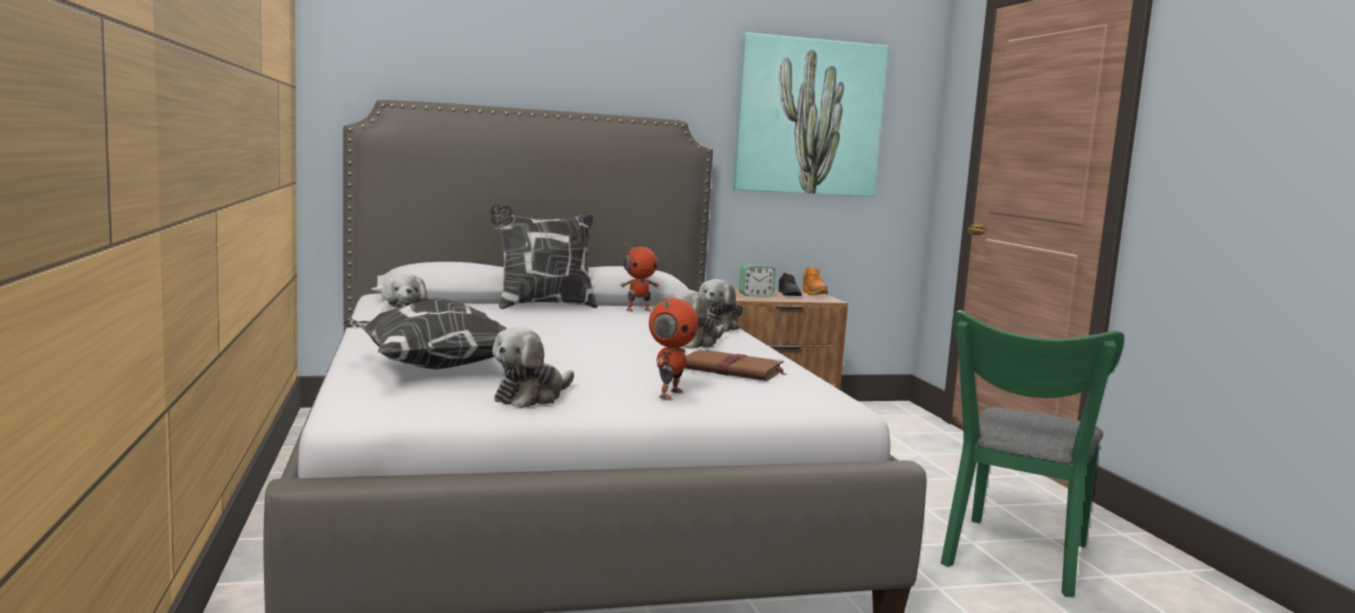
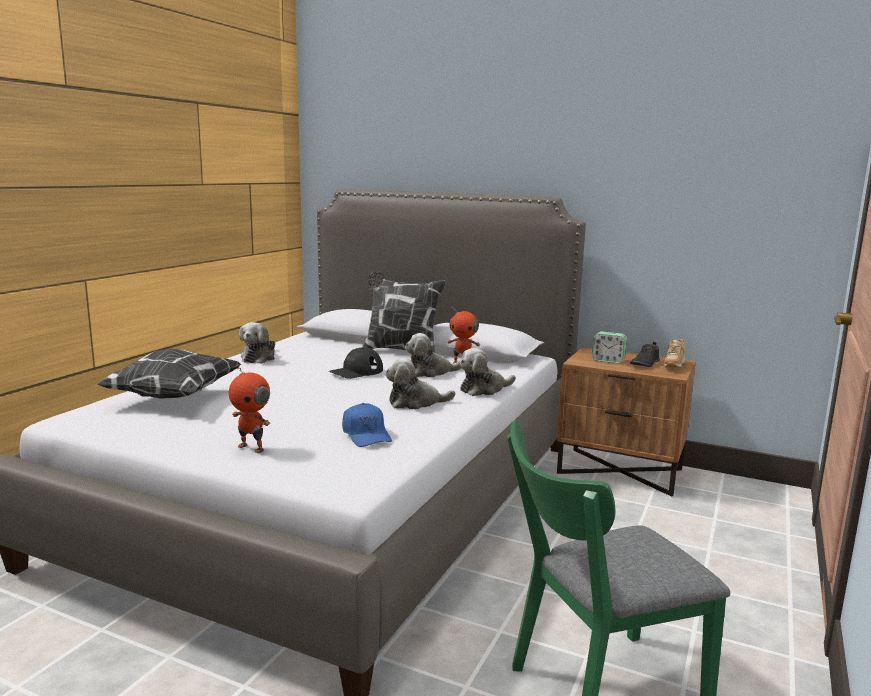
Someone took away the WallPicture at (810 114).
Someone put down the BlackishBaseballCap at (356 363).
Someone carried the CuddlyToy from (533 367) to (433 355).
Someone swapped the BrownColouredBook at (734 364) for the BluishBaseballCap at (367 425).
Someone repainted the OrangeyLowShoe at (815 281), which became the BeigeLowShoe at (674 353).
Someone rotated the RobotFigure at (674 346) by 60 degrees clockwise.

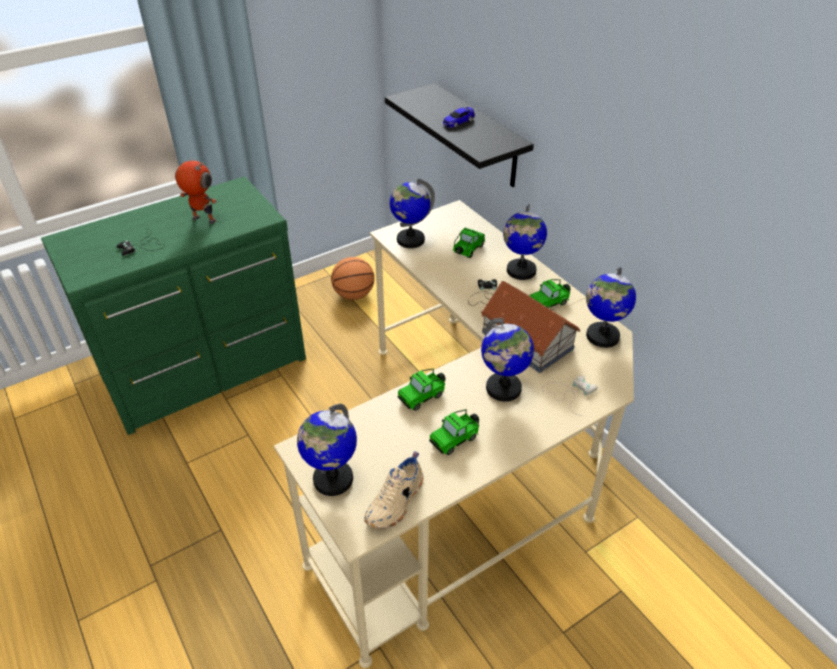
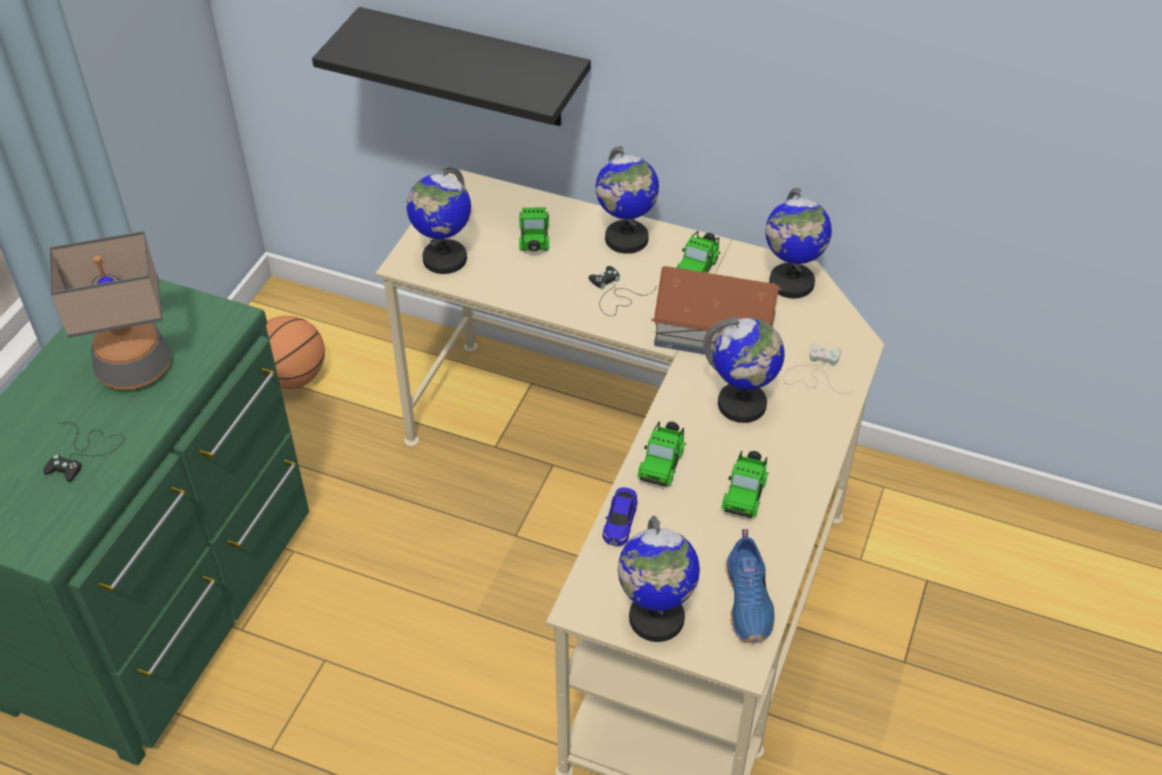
Someone carried the ToyCar from (459 117) to (620 516).
Someone swapped the RobotFigure at (196 192) for the LampForATable at (110 310).
Someone repainted the BeigeLowShoe at (394 490), which became the BluishLowShoe at (749 585).

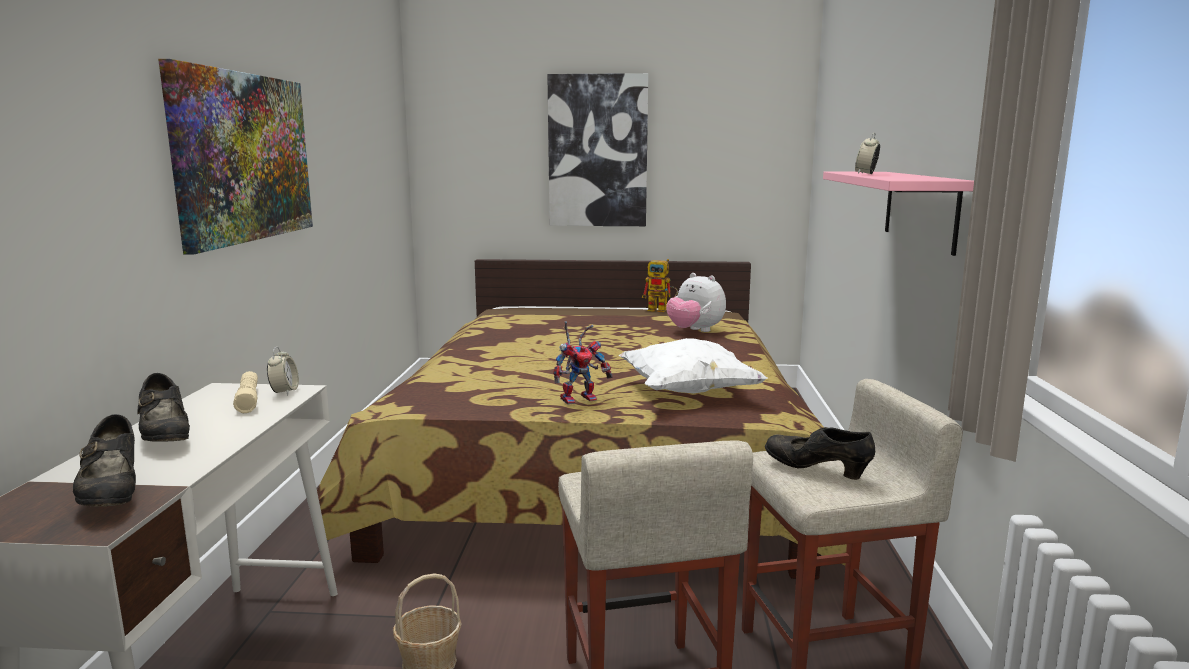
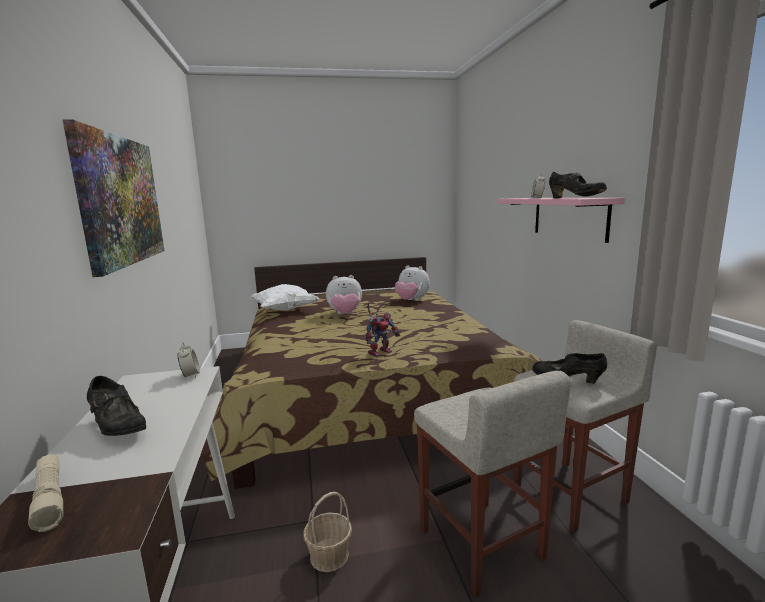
Someone took away the WallPicture at (597 149).
Someone took away the RobotFigure at (660 285).
Someone put down the CuddlyToy at (344 294).
Someone carried the BlackishLowShoe from (104 460) to (578 185).
Someone carried the BeigeFlashlight from (245 392) to (45 493).
Someone carried the WhitePillow from (693 365) to (285 297).

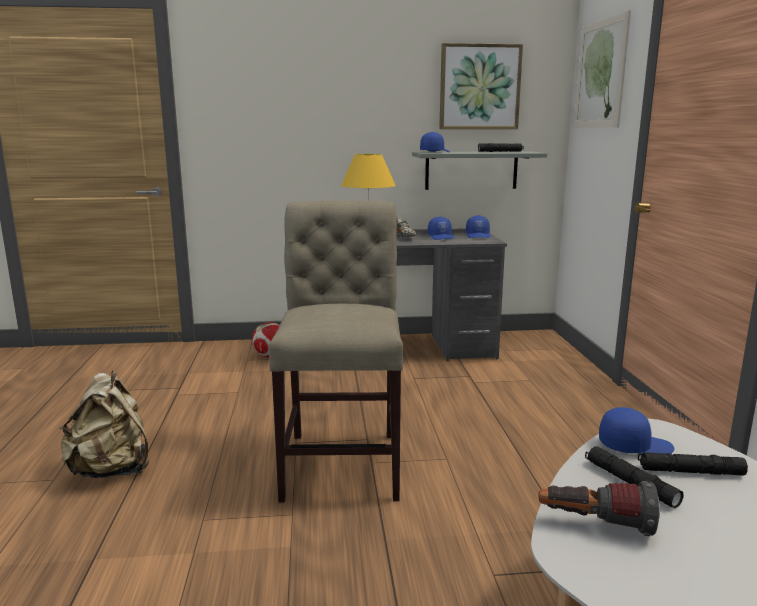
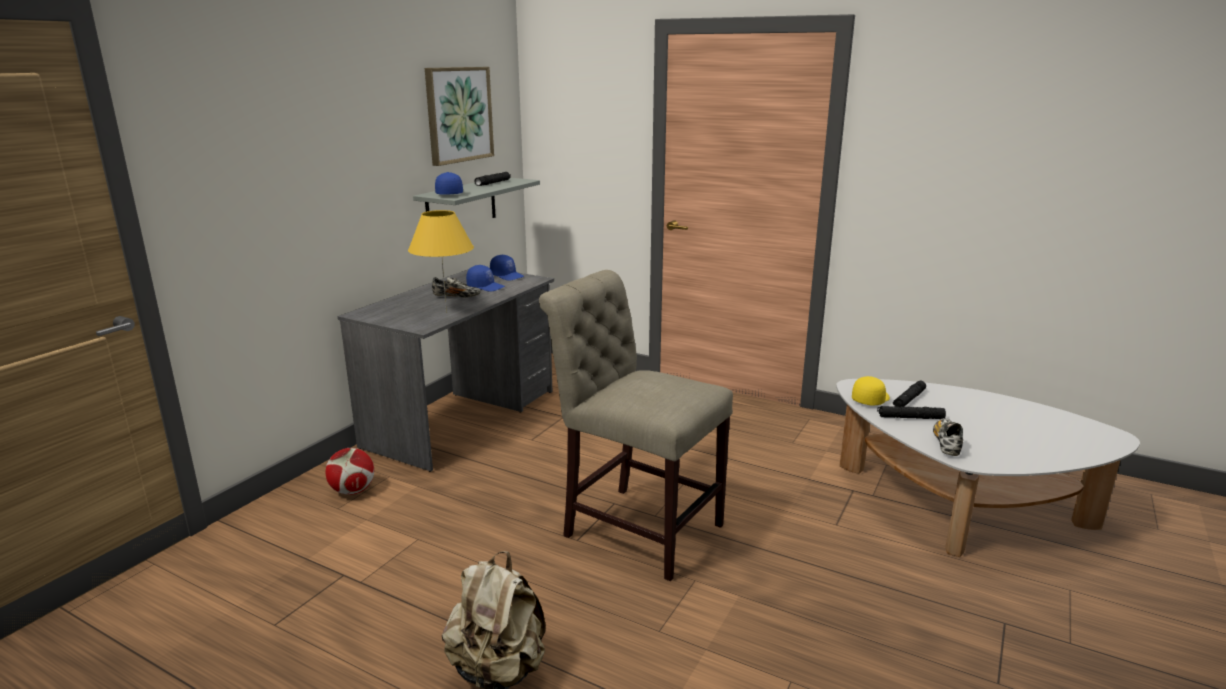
Someone took away the WallPicture at (602 69).
Someone swapped the Flashlight at (599 508) for the LowShoe at (948 437).
Someone repainted the BluishBaseballCap at (636 430), which became the YellowColouredBaseballCap at (871 391).

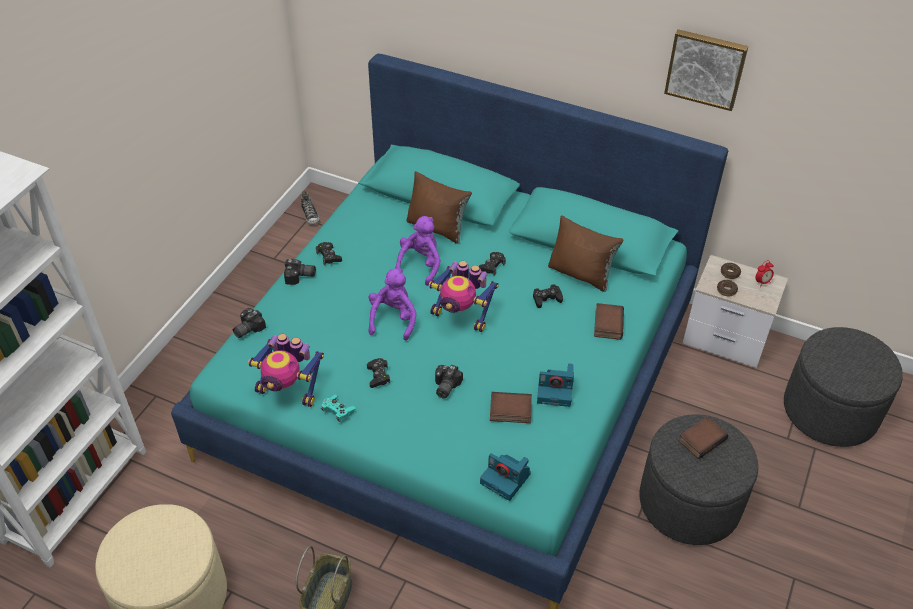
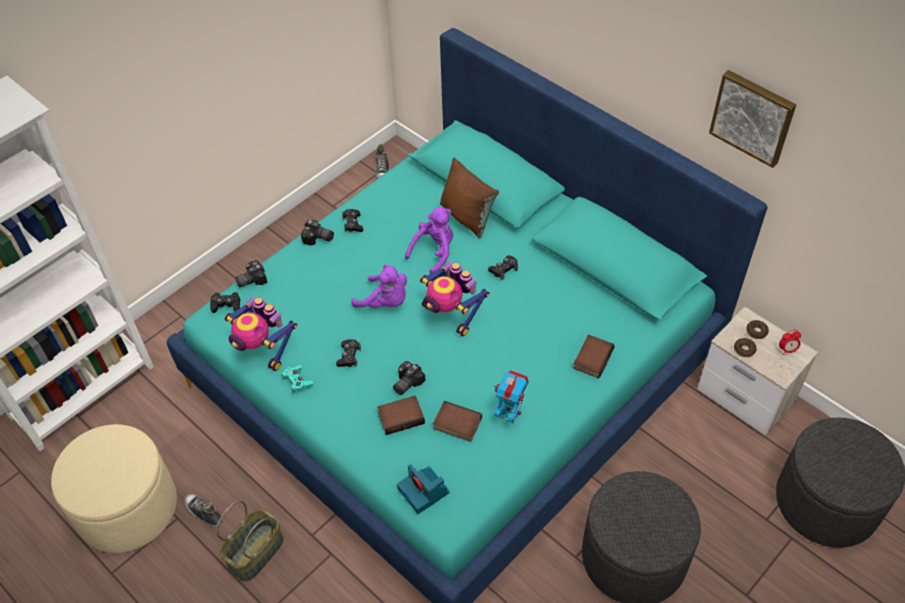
Someone took away the BrownColouredPillow at (585 253).
Someone put down the LowShoe at (203 510).
Someone carried the BlackishJoypad from (548 296) to (225 302).
Someone carried the Book from (703 437) to (401 415).
Someone swapped the PhotoCamera at (555 385) for the RobotFigure at (511 396).
Someone rotated the PurplishCuddlyToy at (392 304) by 90 degrees clockwise.

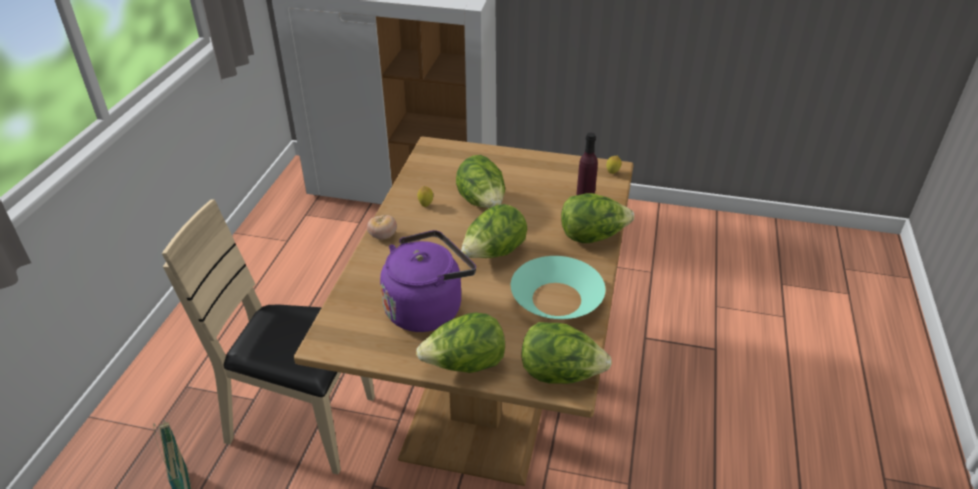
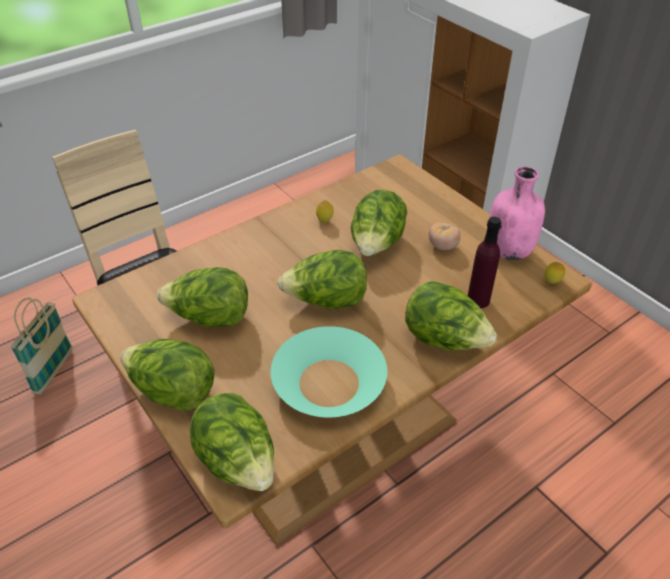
Someone put down the PinkBottle at (517 213).
Someone carried the WholeTomato from (382 227) to (444 236).
Someone swapped the PurplishWaterKettle at (428 281) for the Lettuce at (202 297).

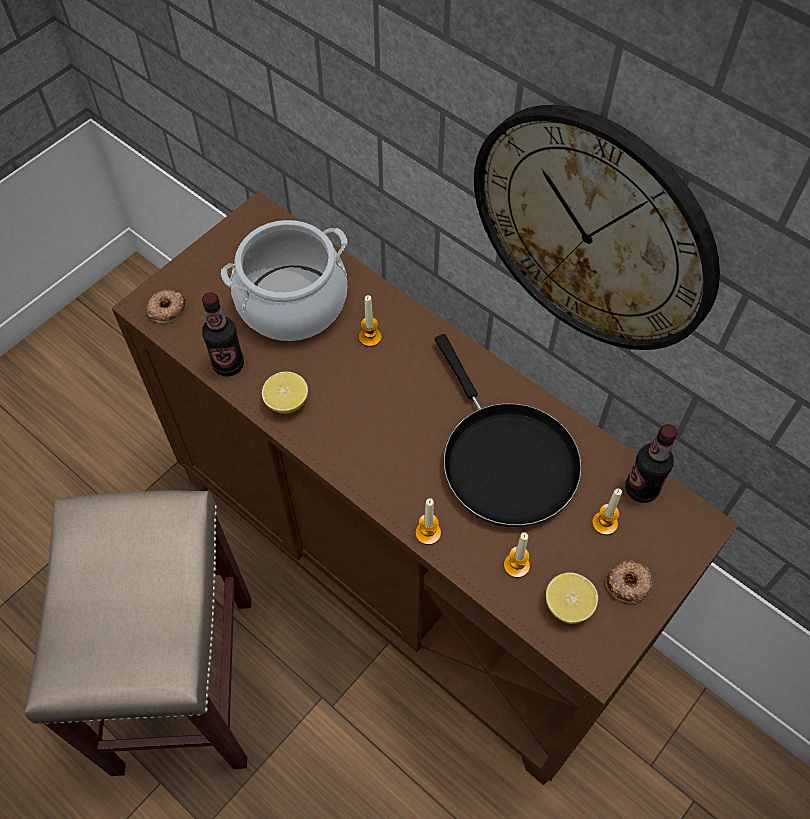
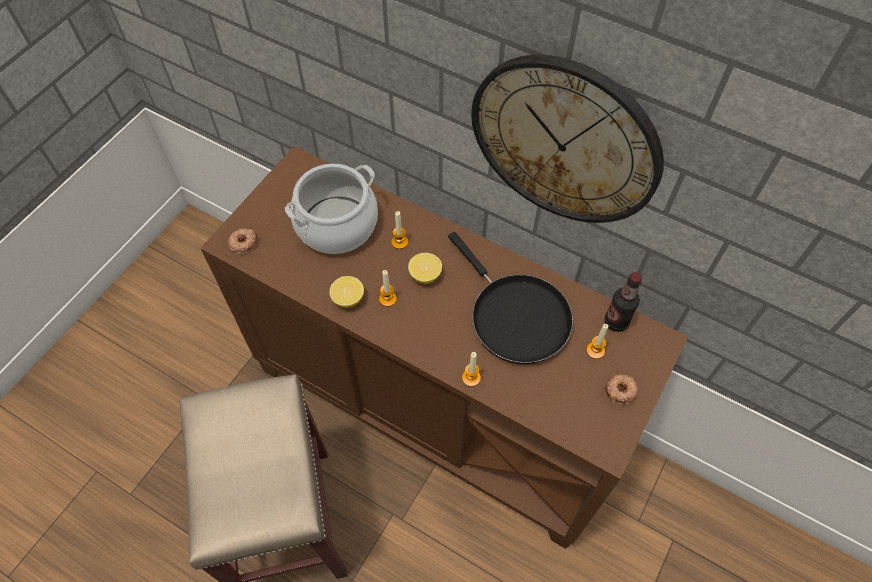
Someone took away the Bottle at (223 334).
Someone carried the Candle from (517 555) to (388 288).
Someone carried the WholeLemon from (572 598) to (425 268).

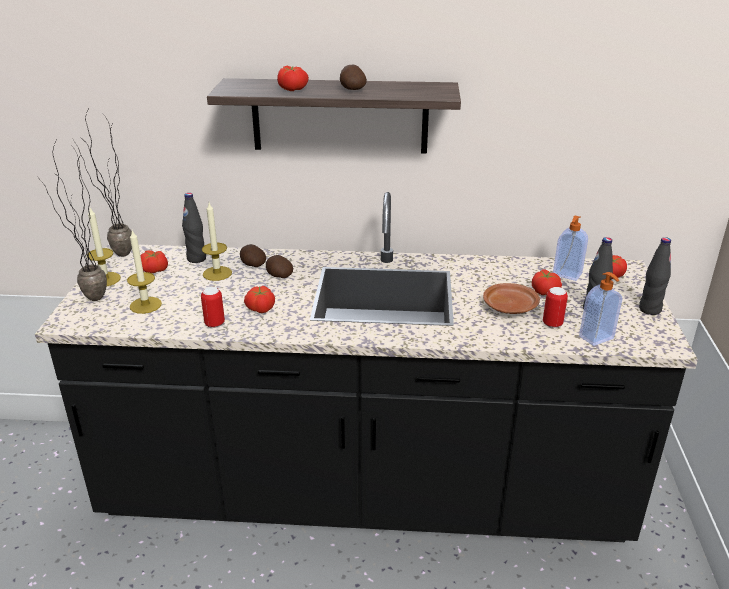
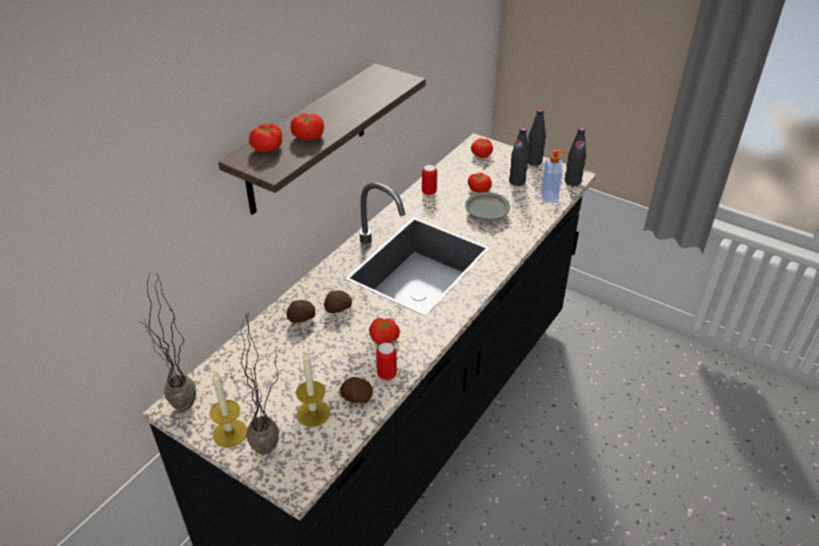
Someone took away the Candle at (217 242).
Someone took away the SoapBottle at (570 248).
Someone carried the WholeTomato from (154 261) to (265 137).
Someone carried the BlackishBottle from (194 228) to (575 157).
Someone carried the WholePotato from (353 77) to (356 390).
Someone carried the Can from (555 307) to (429 180).
Someone repainted the BrownColouredDinnerPlate at (511 298), which became the GreyishDinnerPlate at (487 206).

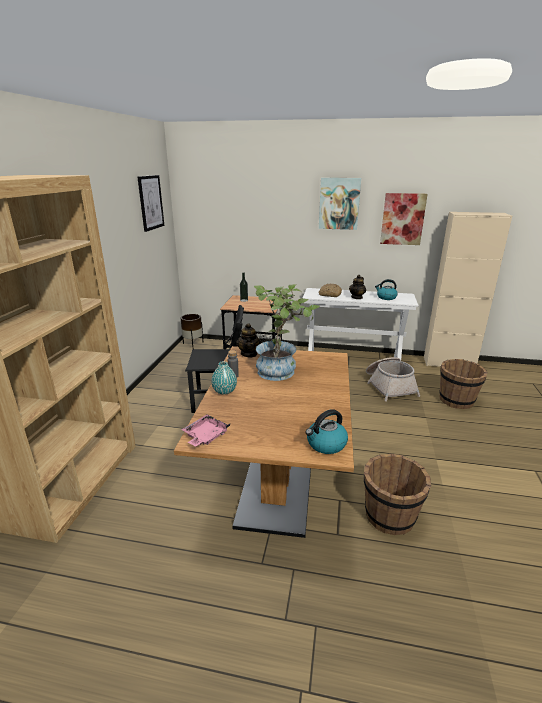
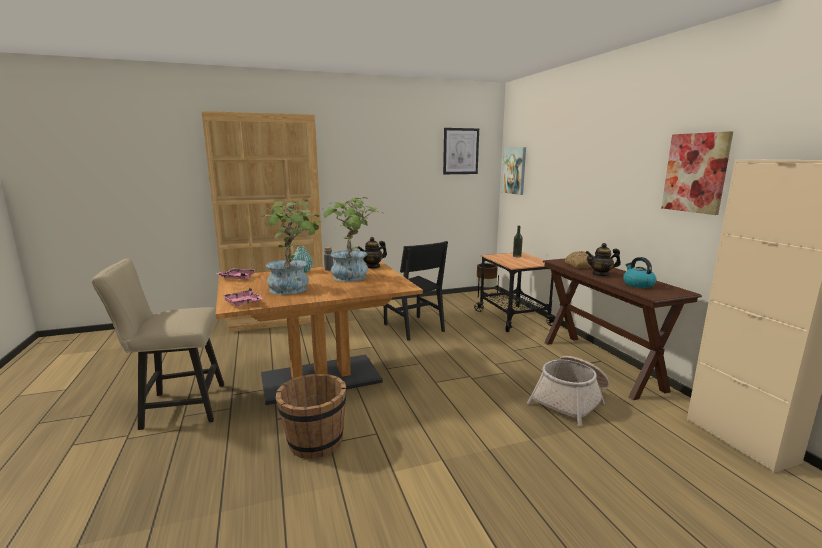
Someone took away the BrownColouredWaterBucket at (464 384).
Someone put down the BeigePlainChair at (157 344).
Someone put down the Houseplant at (291 247).
Someone carried the WallPicture from (340 204) to (513 171).
Someone swapped the WaterKettle at (327 431) for the PinkServingTray at (242 297).
Someone repainted the WhiteNarrowTable at (361 324), which became the BrownColouredNarrowTable at (622 329).

